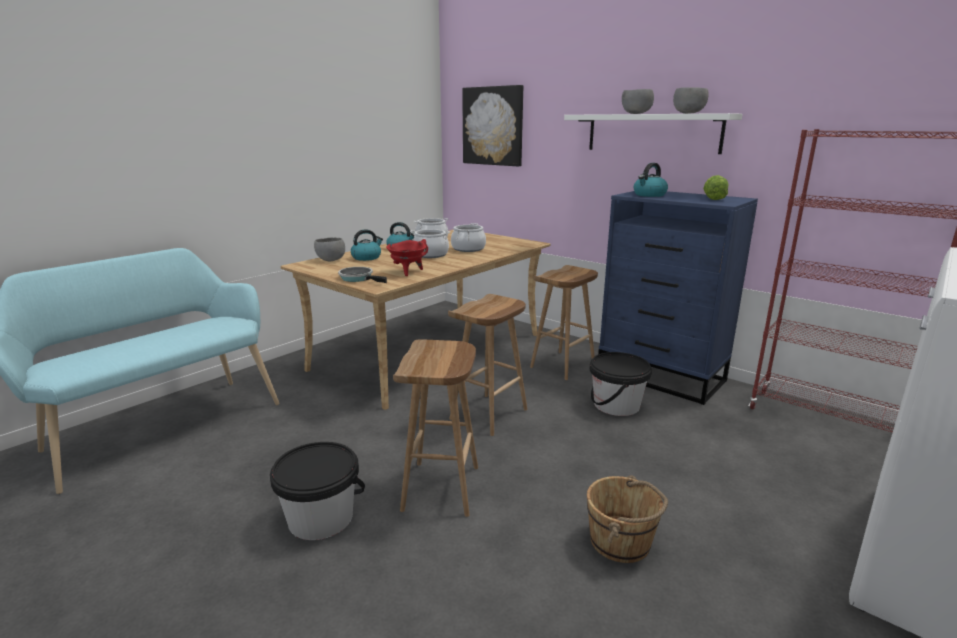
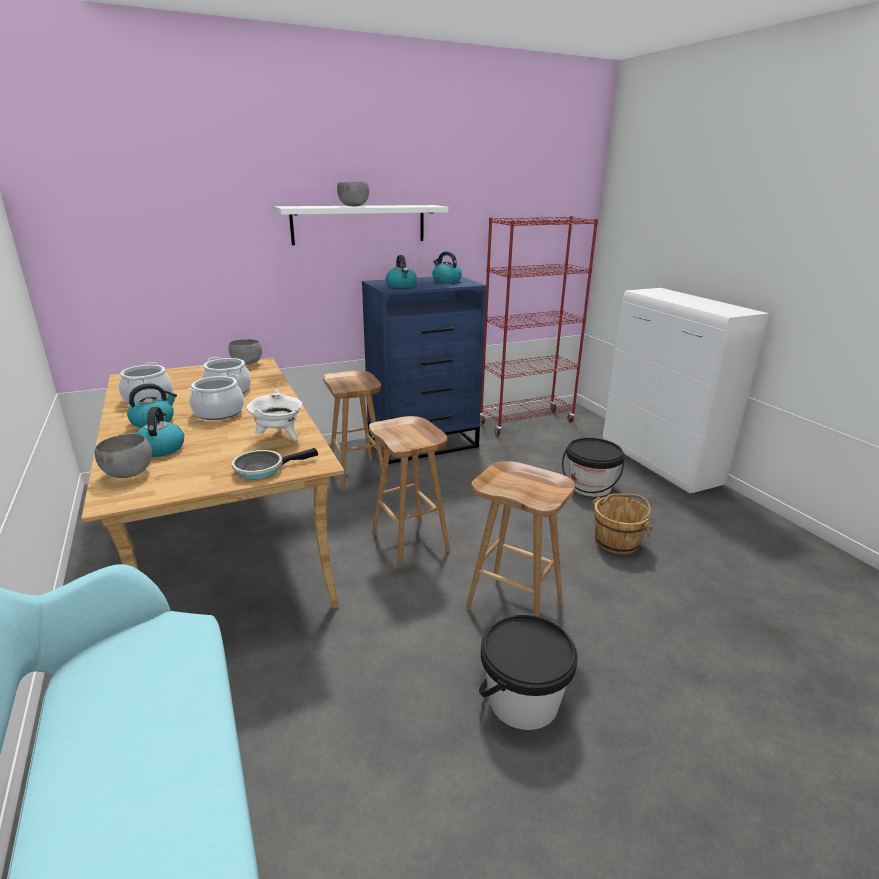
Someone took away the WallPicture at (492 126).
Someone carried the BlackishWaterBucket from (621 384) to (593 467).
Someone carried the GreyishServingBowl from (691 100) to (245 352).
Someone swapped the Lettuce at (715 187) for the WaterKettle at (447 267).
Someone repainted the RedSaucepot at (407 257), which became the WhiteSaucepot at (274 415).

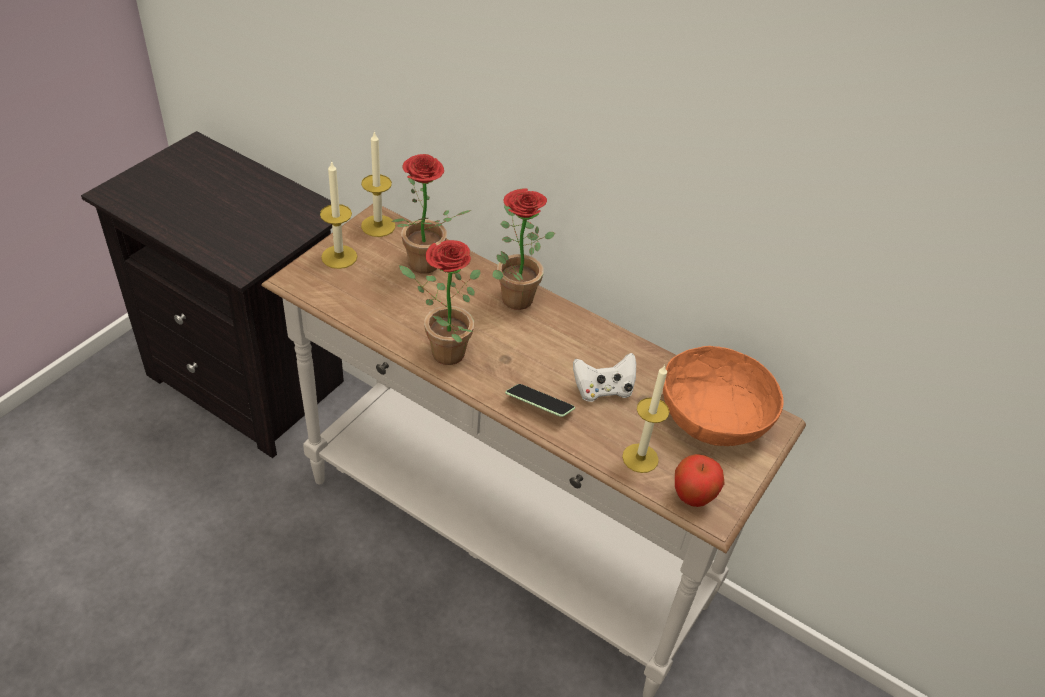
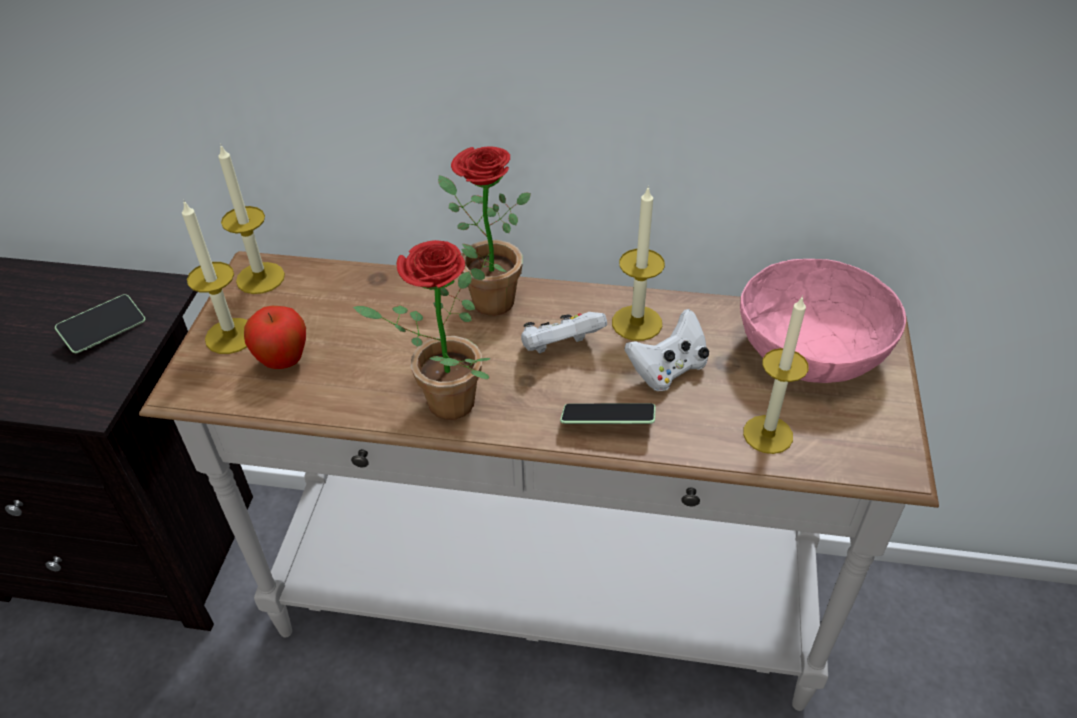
Someone took away the Houseplant at (431 214).
Someone put down the Phone at (100 323).
Someone put down the WhiteJoypad at (564 333).
Someone put down the Candle at (638 264).
Someone carried the AppleFruit from (700 480) to (275 337).
Someone repainted the OrangeyServingBowl at (723 396), which became the PinkServingBowl at (823 321).

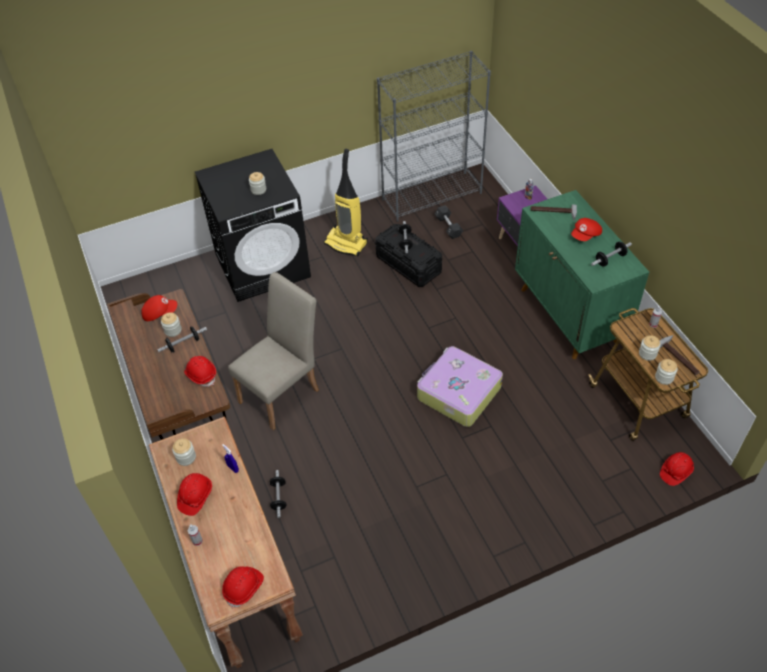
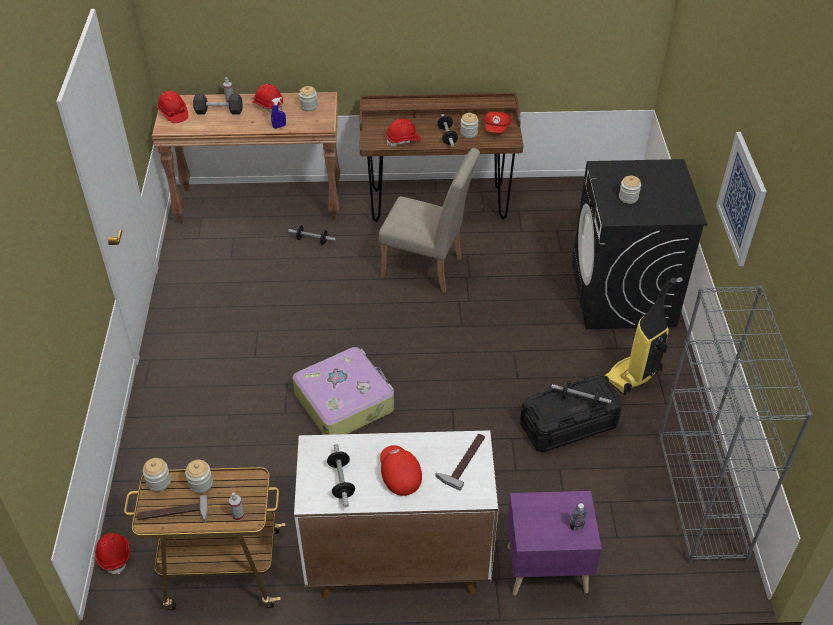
Someone put up the WallPicture at (741 199).
Someone carried the BlackishDumbbell from (448 222) to (218 104).
Someone repainted the GreenColouredStorageCabinet at (582 274), which became the WhiteStorageCabinet at (396 514).
Someone rotated the BeigePlainChair at (273 351) by 45 degrees counterclockwise.

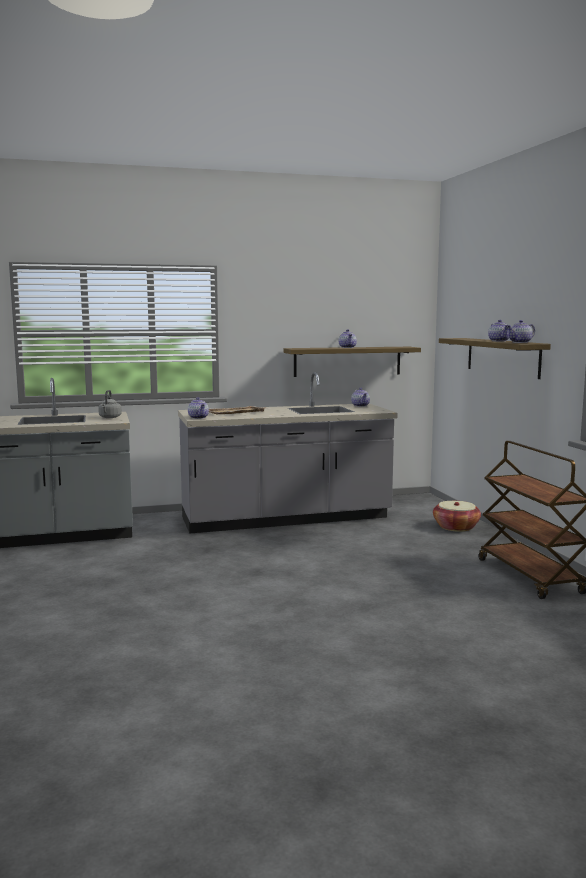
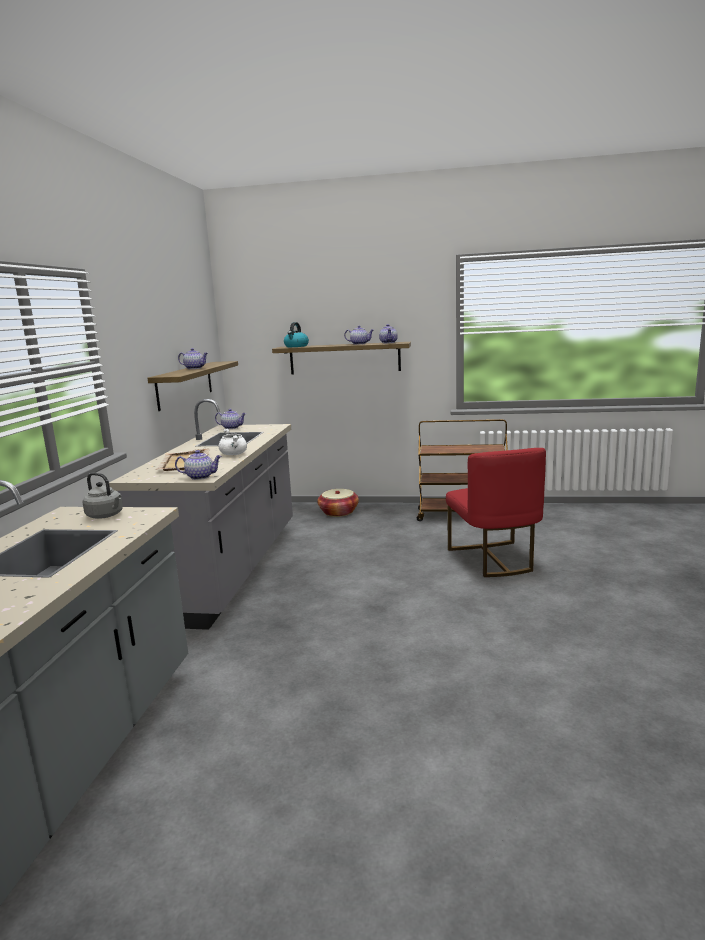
Someone put down the WhiteSaucepot at (233 442).
Someone put down the WaterKettle at (296 334).
Someone put down the RedPlainChair at (496 512).

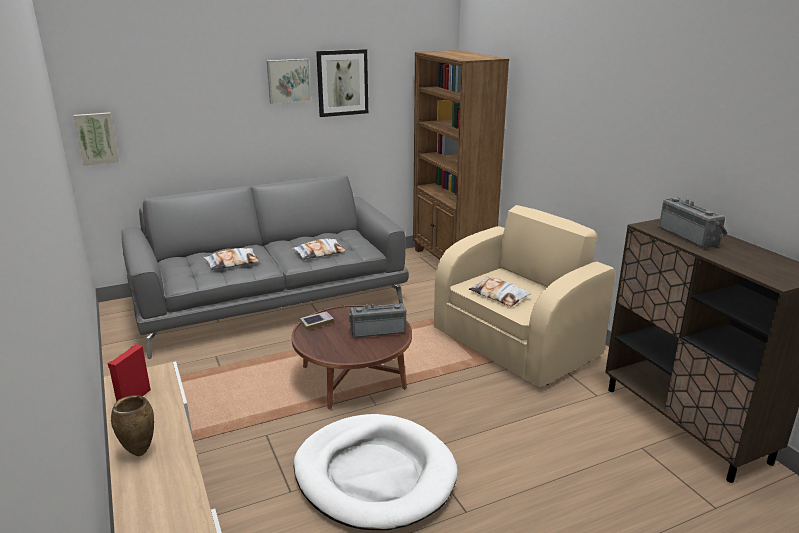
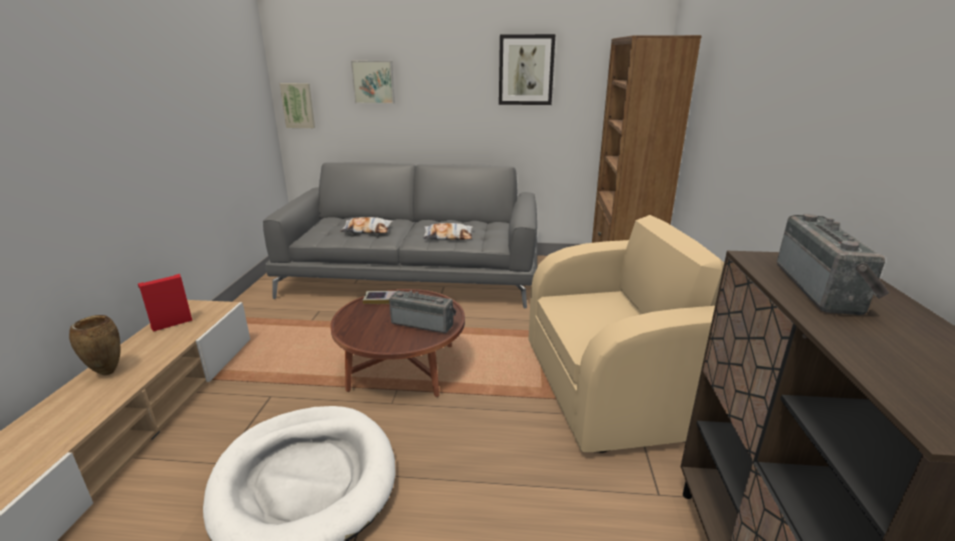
Someone took away the Pillow at (500 291).
Someone carried the WallPicture from (289 81) to (373 82).

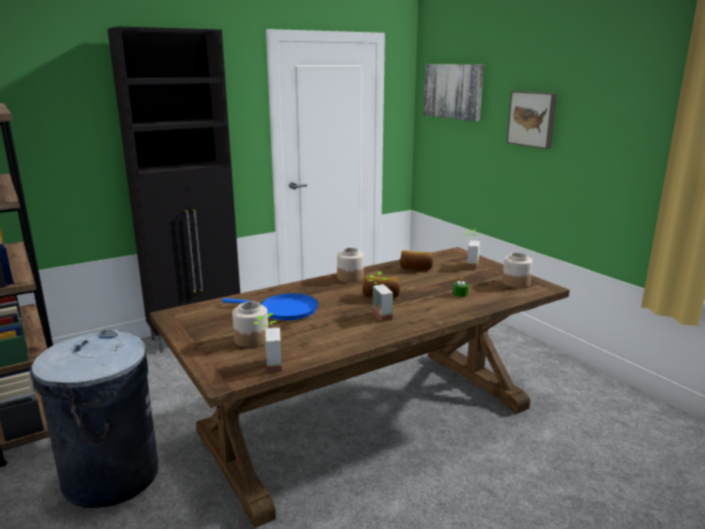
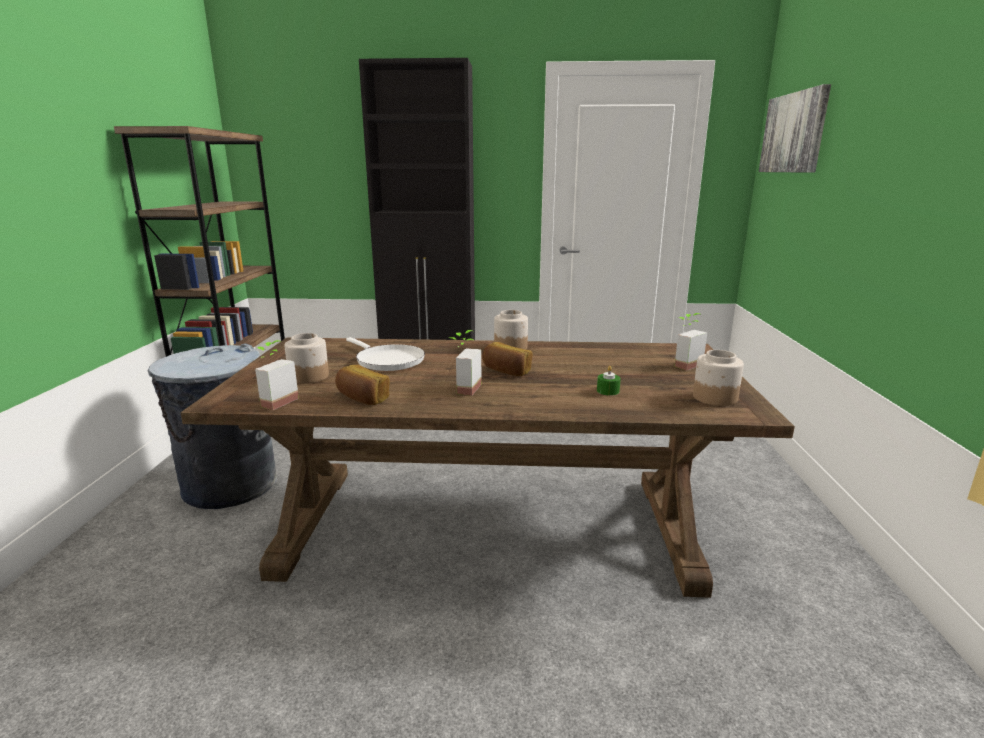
Someone took away the WallPicture at (532 120).
Someone carried the Bread from (416 260) to (362 385).
Someone repainted the BluishSkillet at (270 306), which became the WhiteSkillet at (385 354).

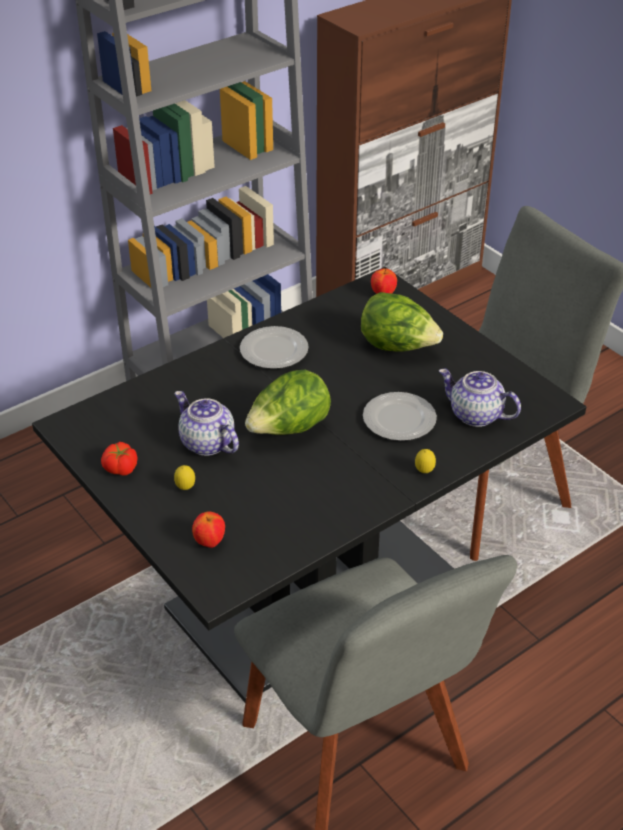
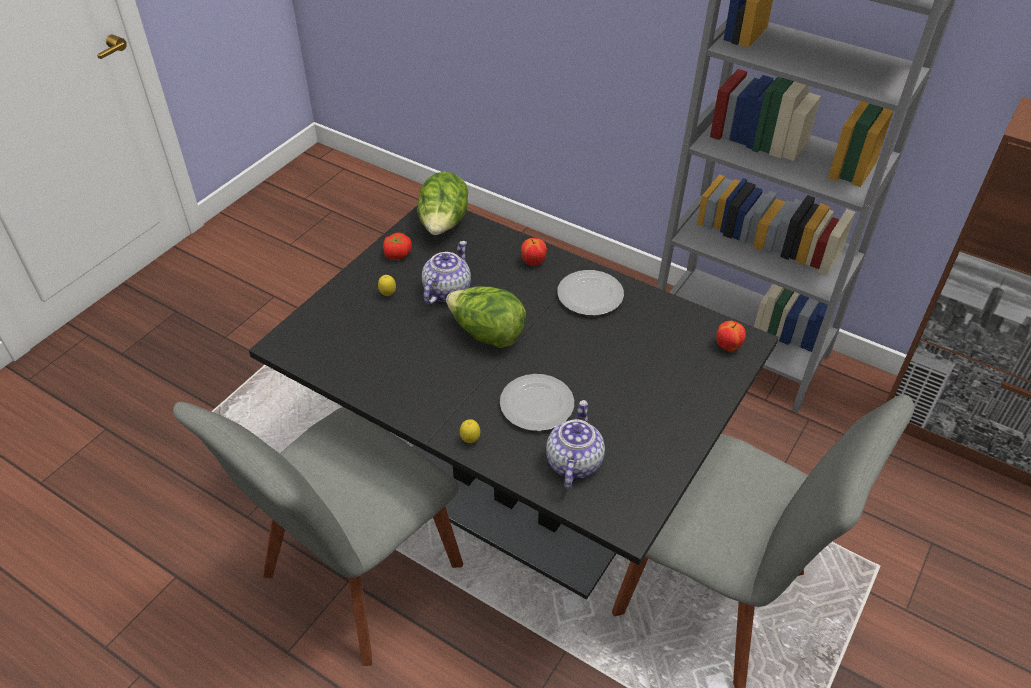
Someone carried the AppleFruit from (208 529) to (534 252).
Someone carried the Lettuce from (402 322) to (443 203).

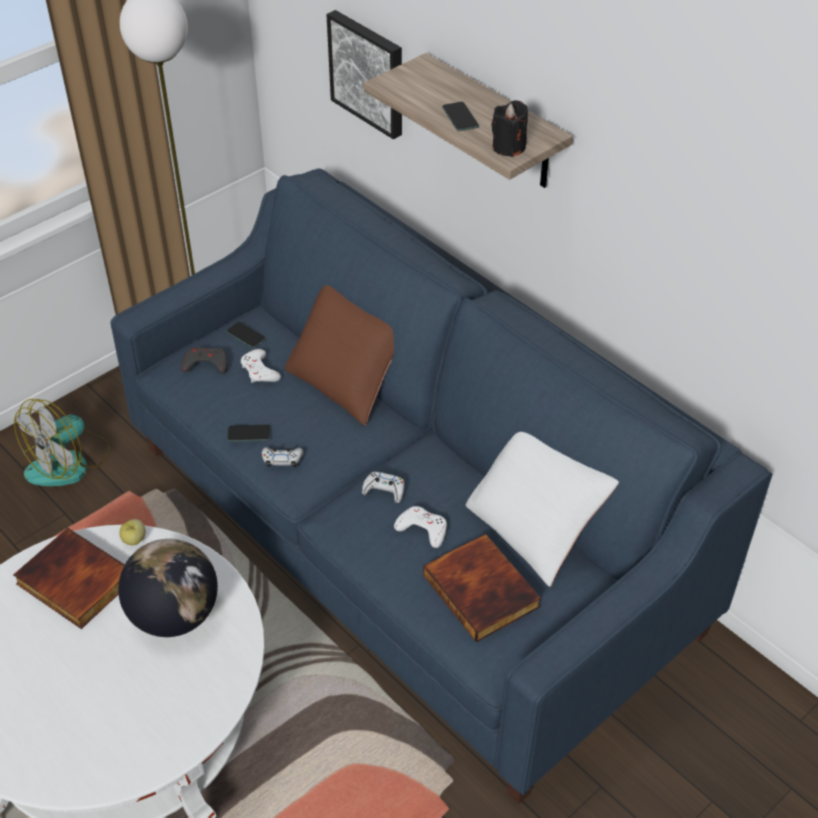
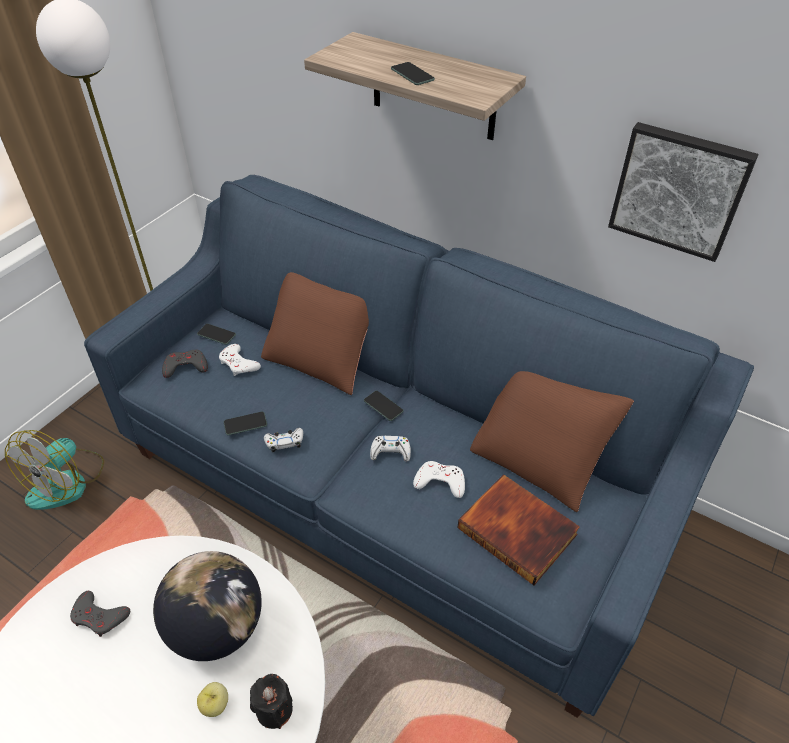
Someone put down the Phone at (384 406).
Someone carried the AppleFruit from (132 532) to (212 699).
Someone carried the WallPicture from (364 74) to (683 192).
Someone carried the BlackishCandle from (510 128) to (271 701).
Someone swapped the Book at (69 578) for the GreyishJoypad at (100 614).
Someone repainted the WhitePillow at (542 509), which became the BrownColouredPillow at (552 441).

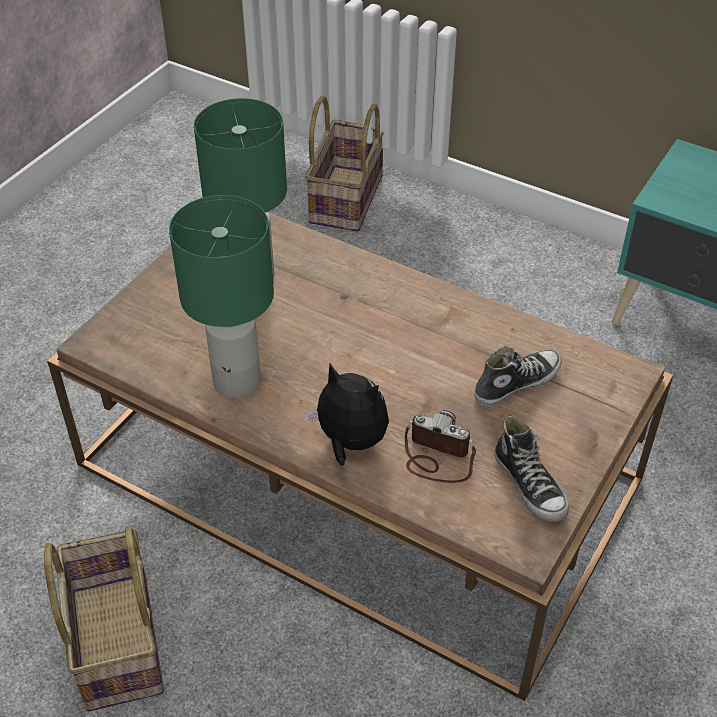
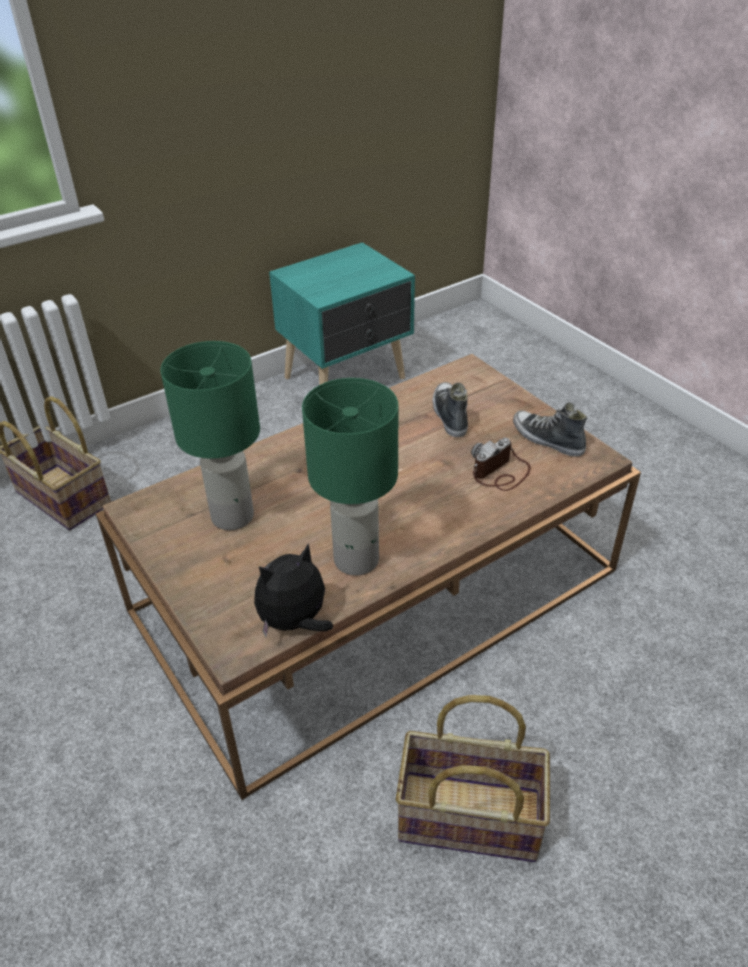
Someone carried the CuddlyToy from (346 415) to (293 590).
Someone rotated the LowShoe at (532 468) by 135 degrees counterclockwise.

